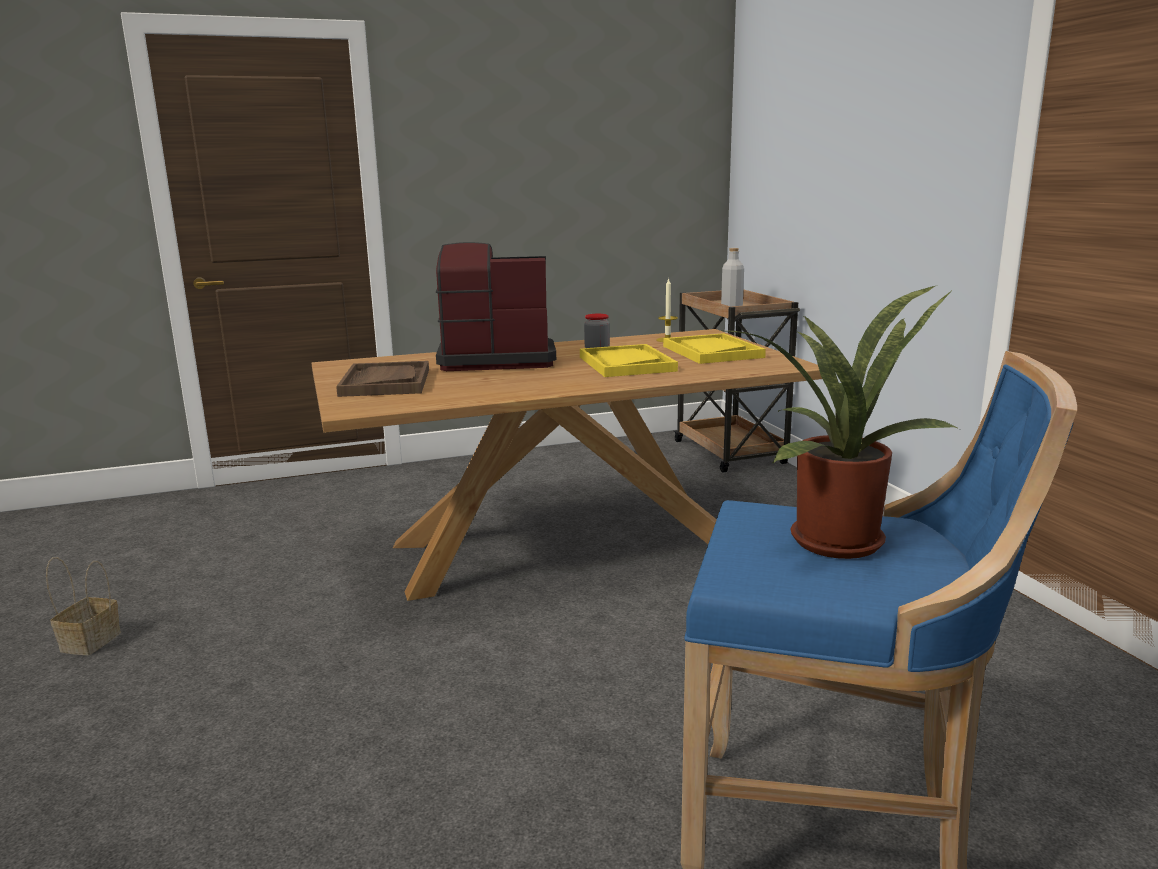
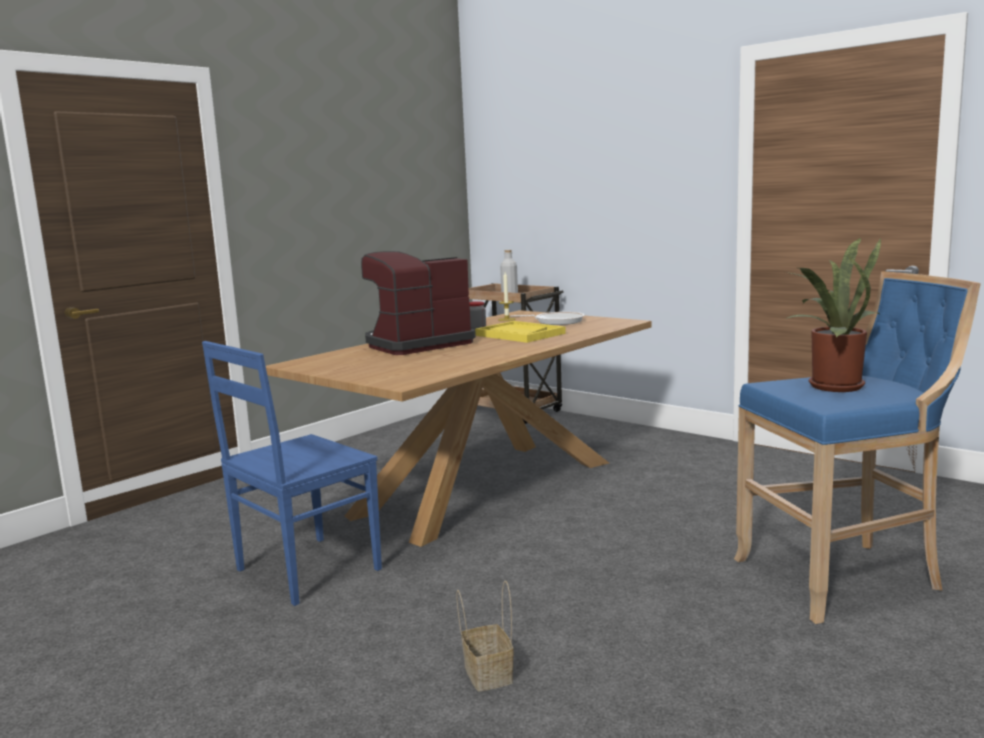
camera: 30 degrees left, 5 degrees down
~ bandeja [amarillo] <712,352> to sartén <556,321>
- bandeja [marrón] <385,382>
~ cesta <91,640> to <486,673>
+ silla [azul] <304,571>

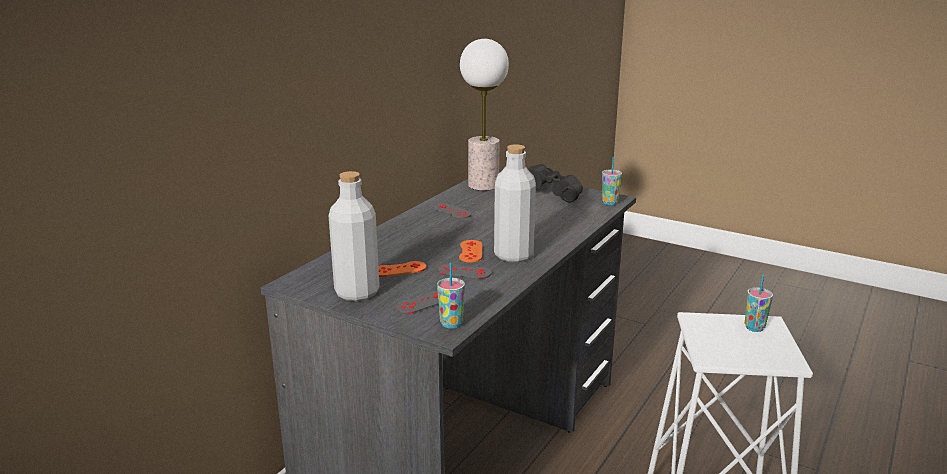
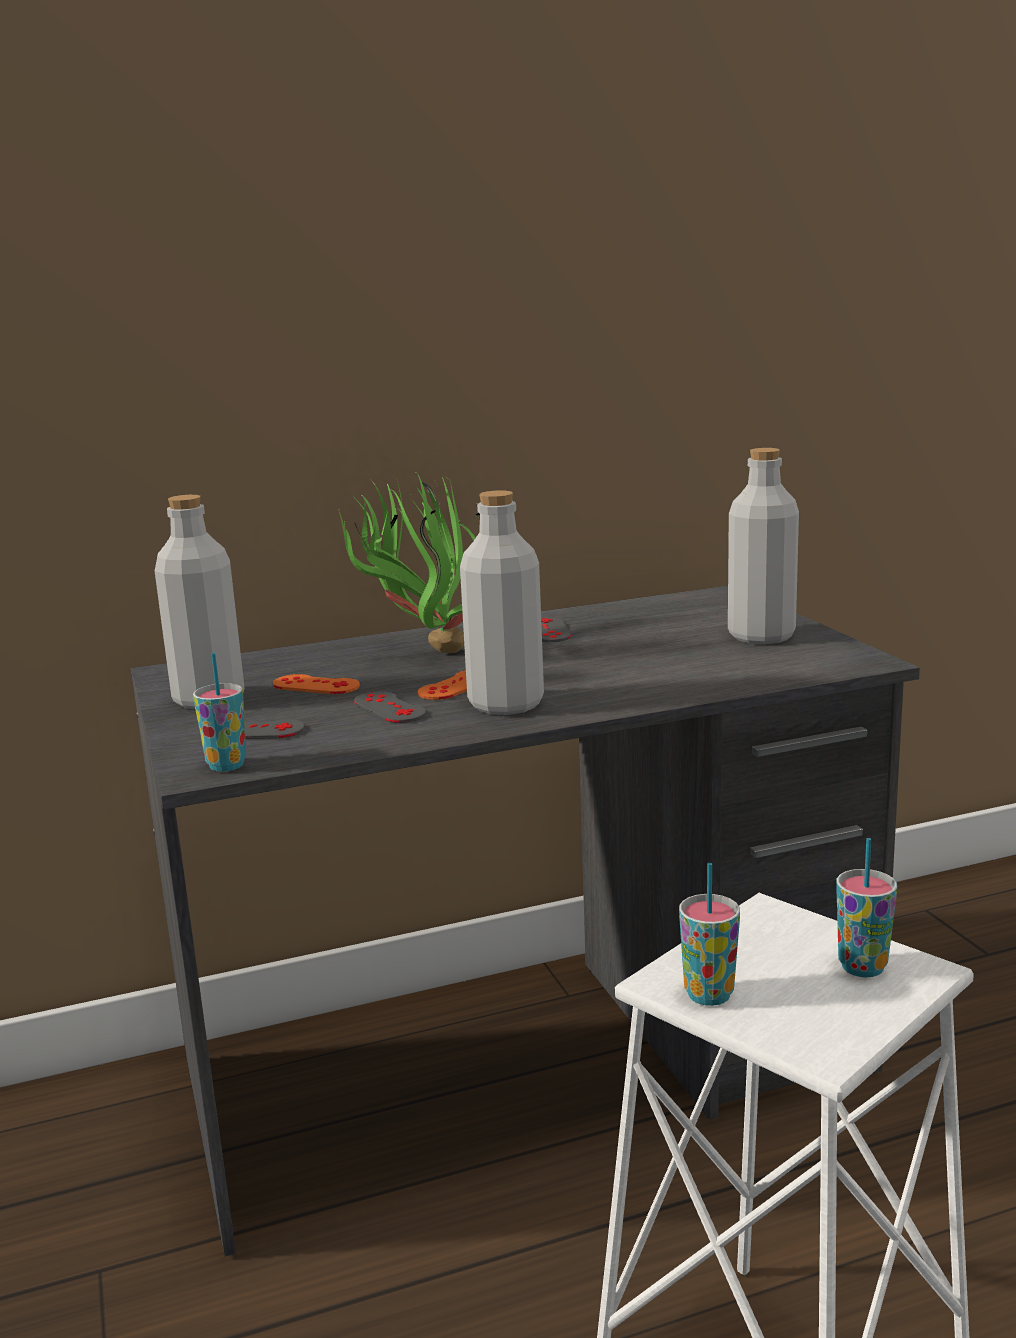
camera: 40 degrees right, 5 degrees down
- lámpara de mesa <484,185>
~ taza <609,203> to <709,995>
~ prismáticos [negro] <551,194> to botella [gris] <761,636>
+ planta en maceta <429,650>

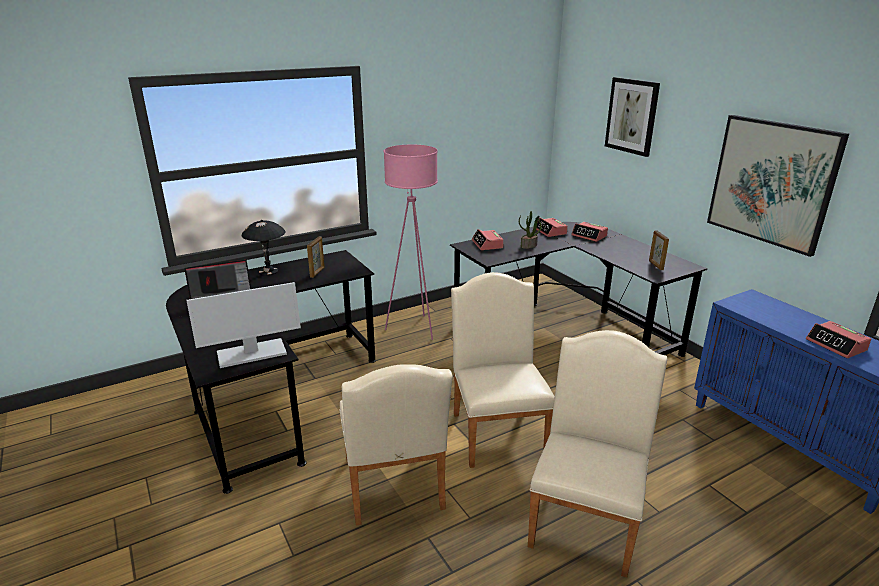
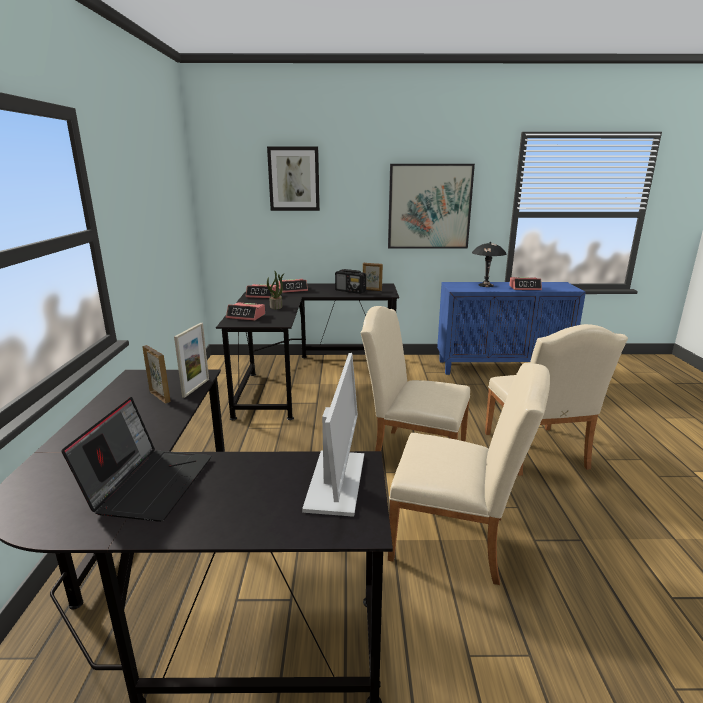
camera: 60 degrees left, 5 degrees down
- lámpara de pie [rosa] <414,328>
~ lámpara de mesa [negro] <268,271> to <486,285>
~ silla [beis] <586,516> = <537,454> 150 degrees counterclockwise
+ radio <350,291>
+ portarretratos <196,388>

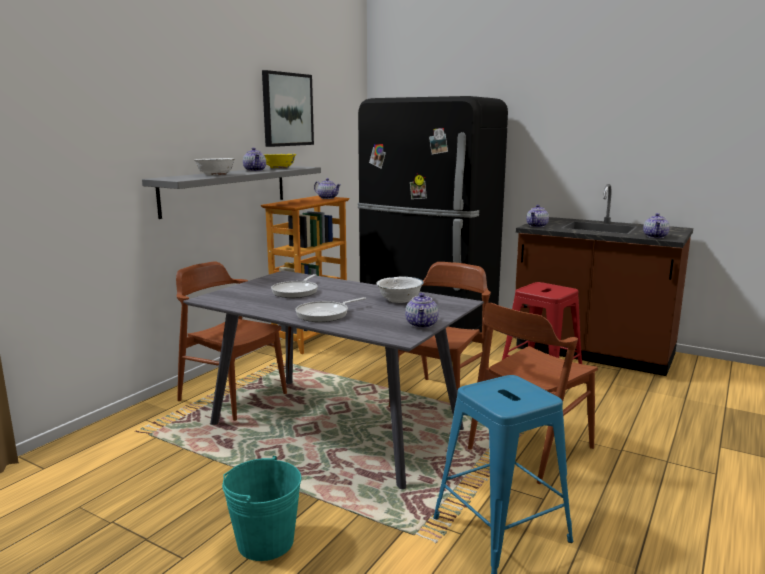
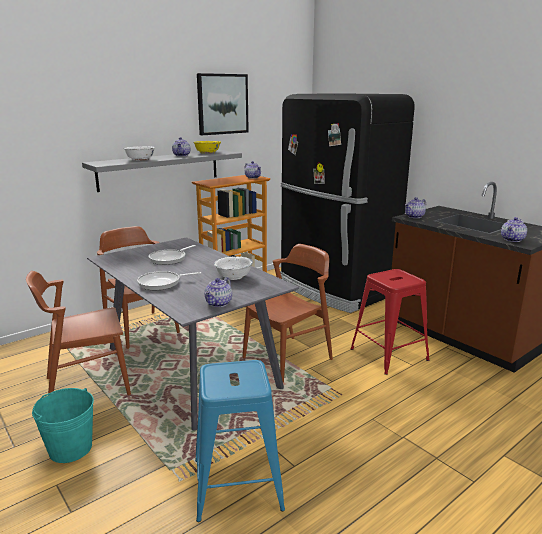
camera: 20 degrees right, 5 degrees up
~ silla [marrón] <530,448> to <87,386>

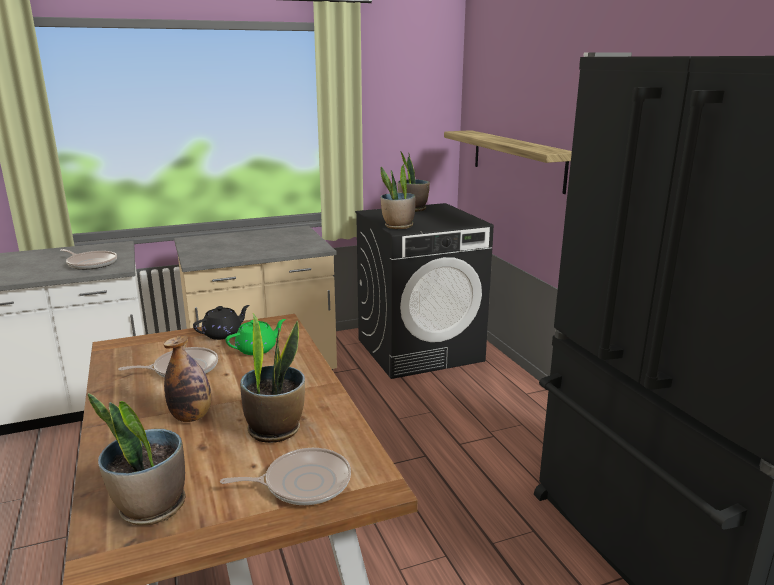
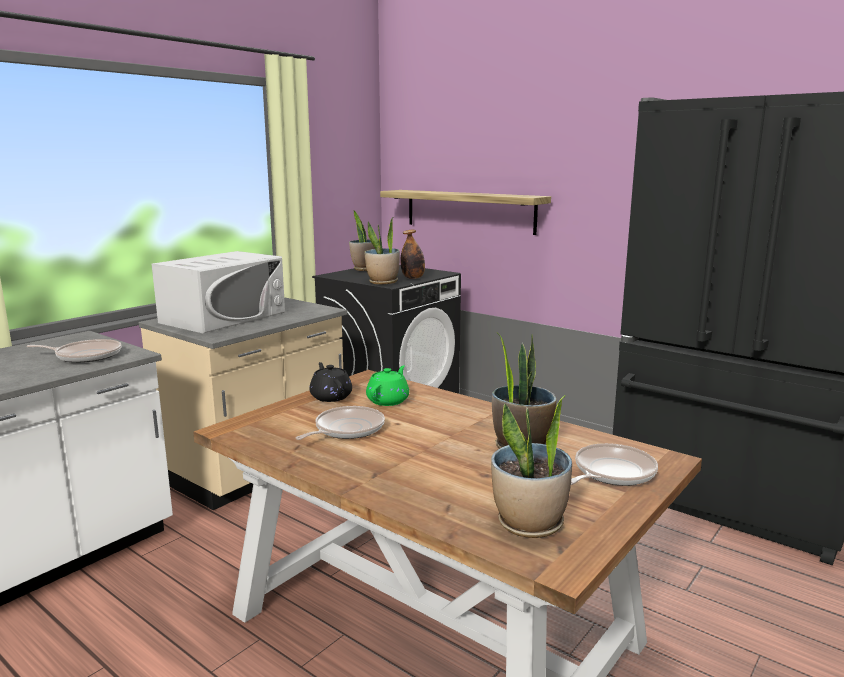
camera: 30 degrees left, 5 degrees down
~ tetera [negro] <223,334> = <330,396> 45 degrees counterclockwise
~ botella <191,417> to <413,278>
+ microondas [blanco] <224,317>

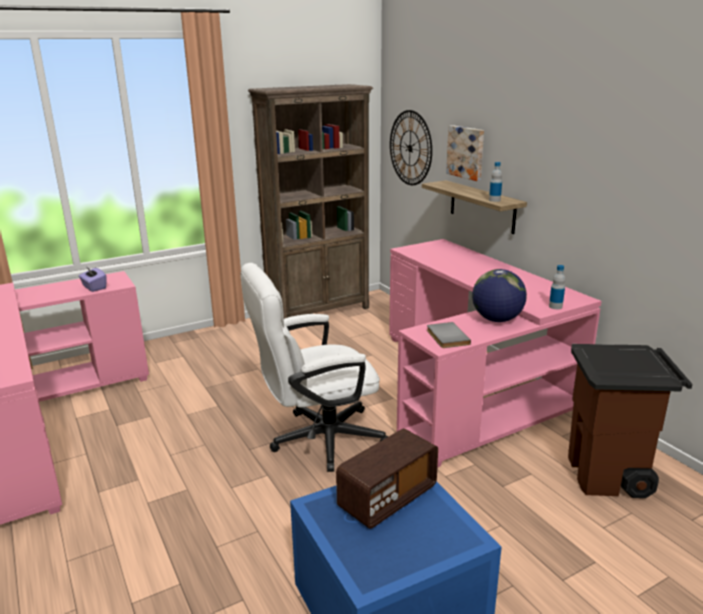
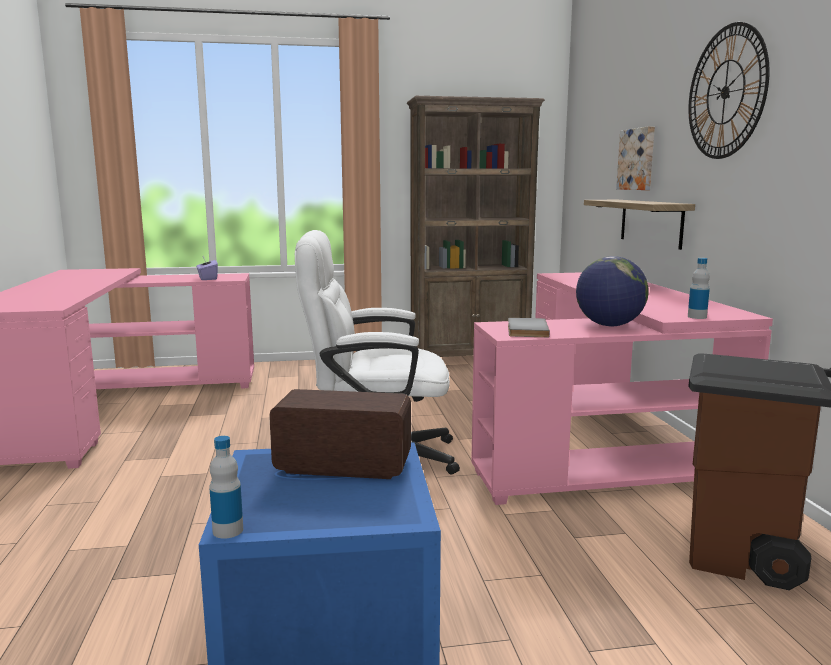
camera: 20 degrees right, 10 degrees down
~ reloj de pared <410,148> to <725,92>
~ botella <494,200> to <228,530>
~ radio <387,498> = <343,466> 150 degrees counterclockwise

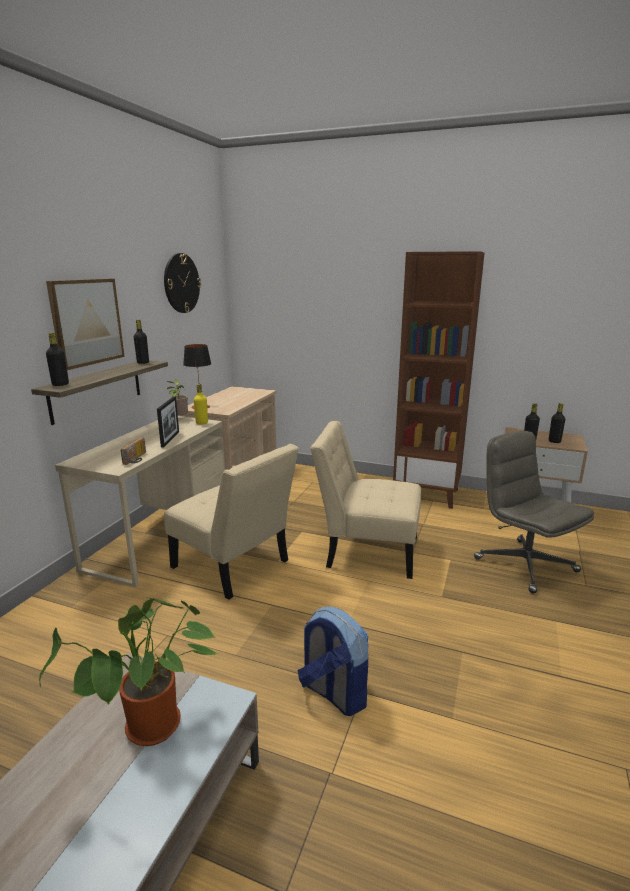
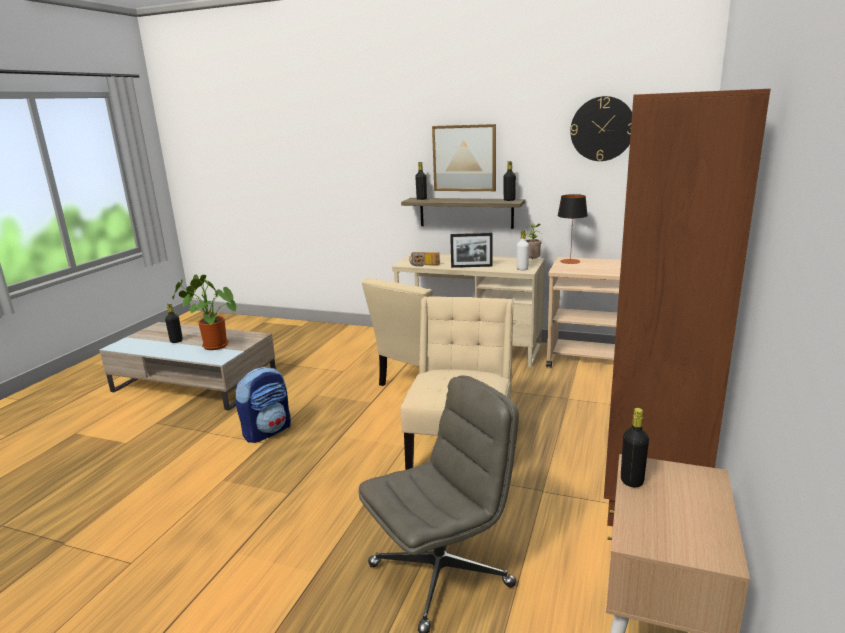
camera: 90 degrees right, 0 degrees up
~ botella [amarillo] <202,423> to botella [blanco] <522,269>
~ botella [negro] <554,441> to <176,341>

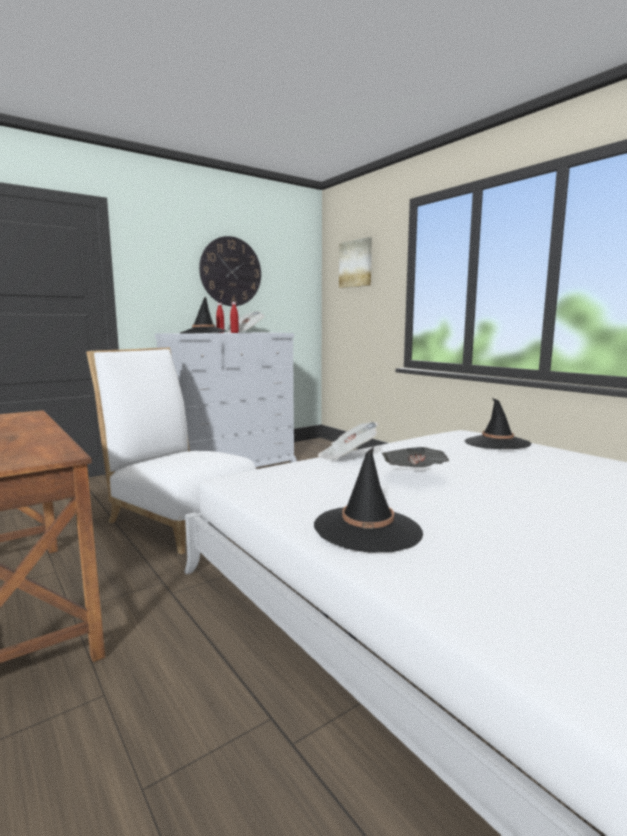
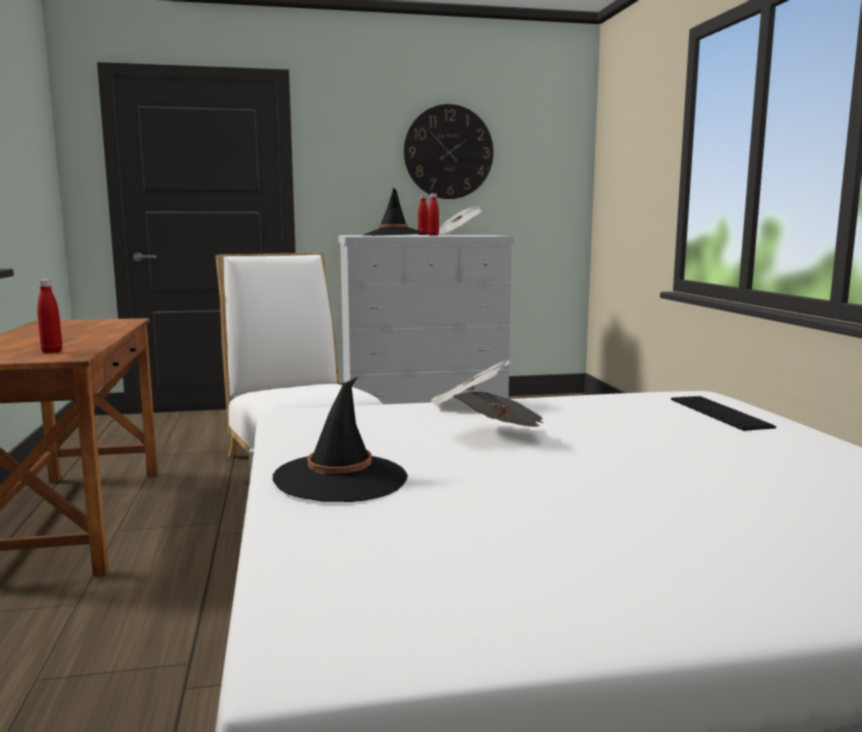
camera: 25 degrees right, 0 degrees up
- cuadro <356,264>
~ sombrero [negro] <496,443> to teclado <719,413>
+ botella [rojo] <52,351>

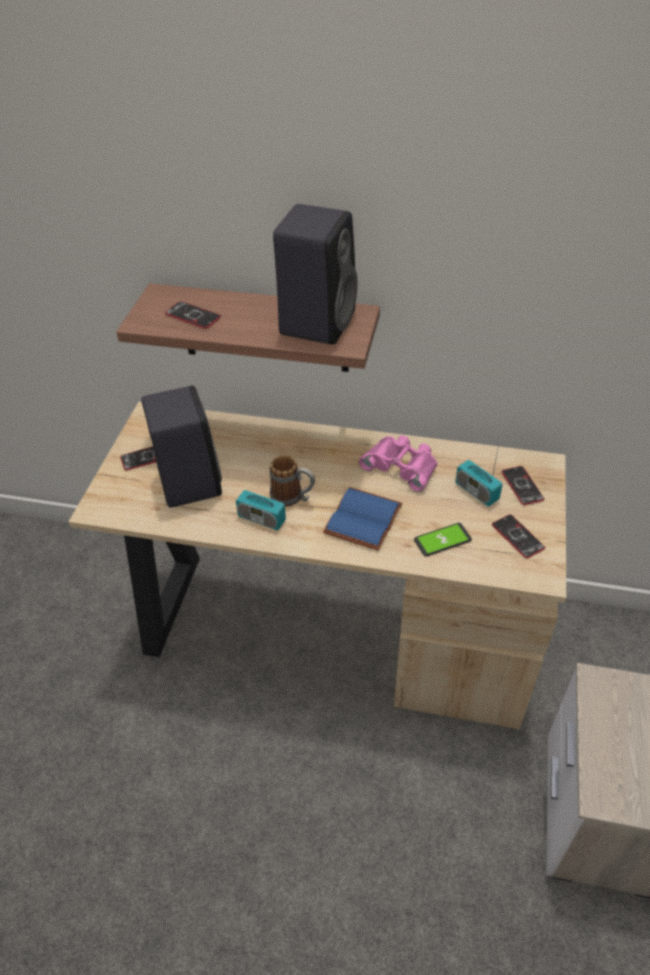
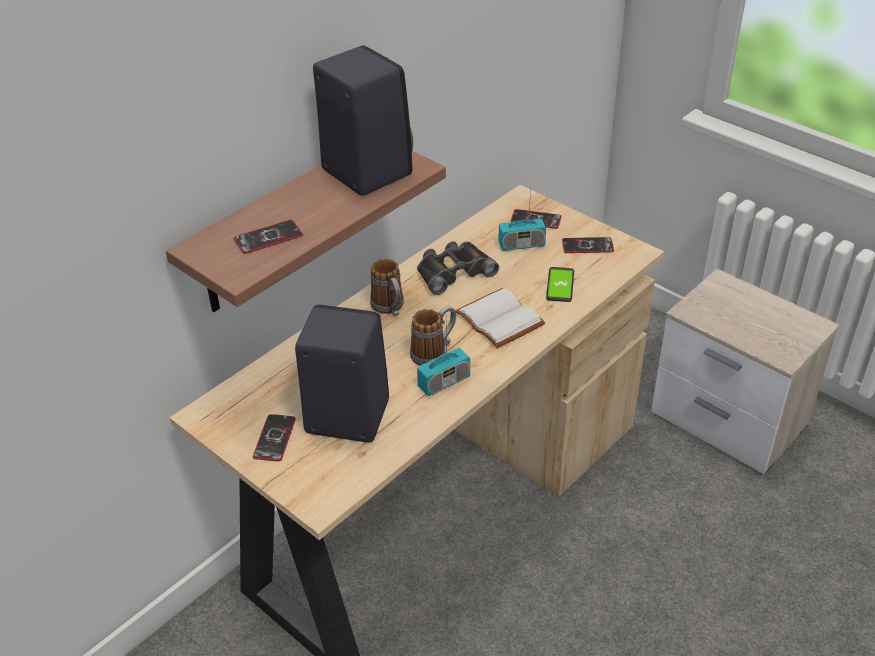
camera: 60 degrees left, 5 degrees down
~ prismáticos [rosa] <401,465> to prismáticos [negro] <453,271>
~ libro [azul] <364,521> to libro [blanco] <502,319>
+ taza grande <390,308>

